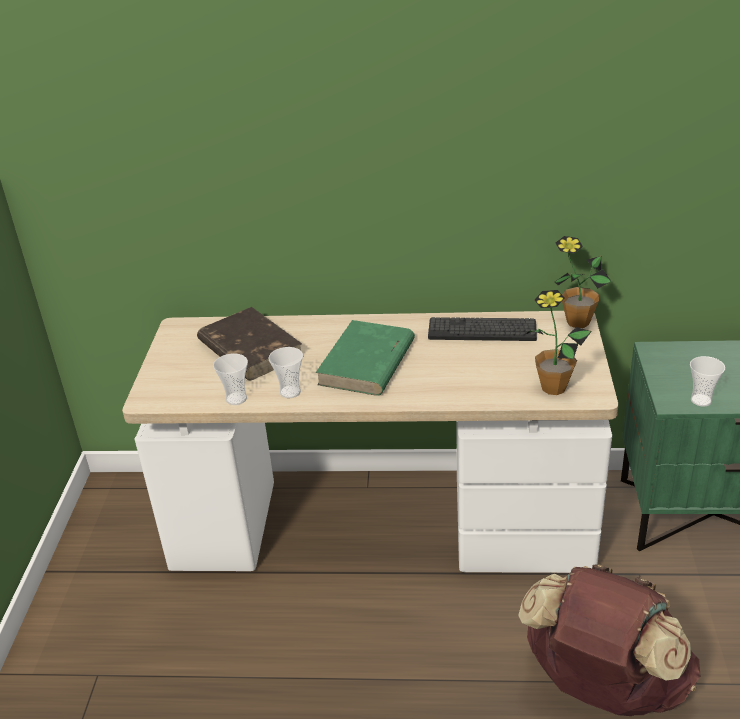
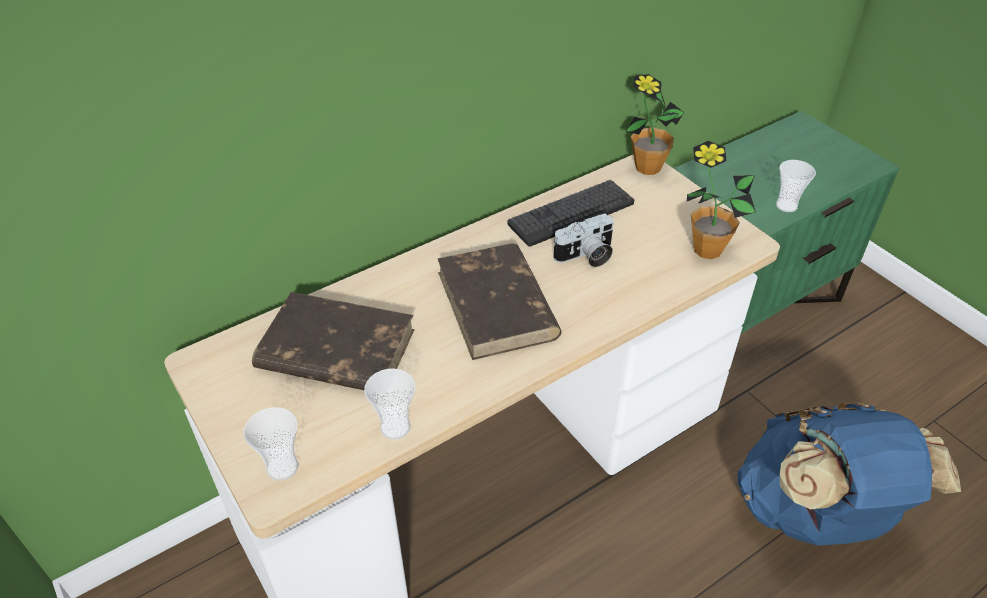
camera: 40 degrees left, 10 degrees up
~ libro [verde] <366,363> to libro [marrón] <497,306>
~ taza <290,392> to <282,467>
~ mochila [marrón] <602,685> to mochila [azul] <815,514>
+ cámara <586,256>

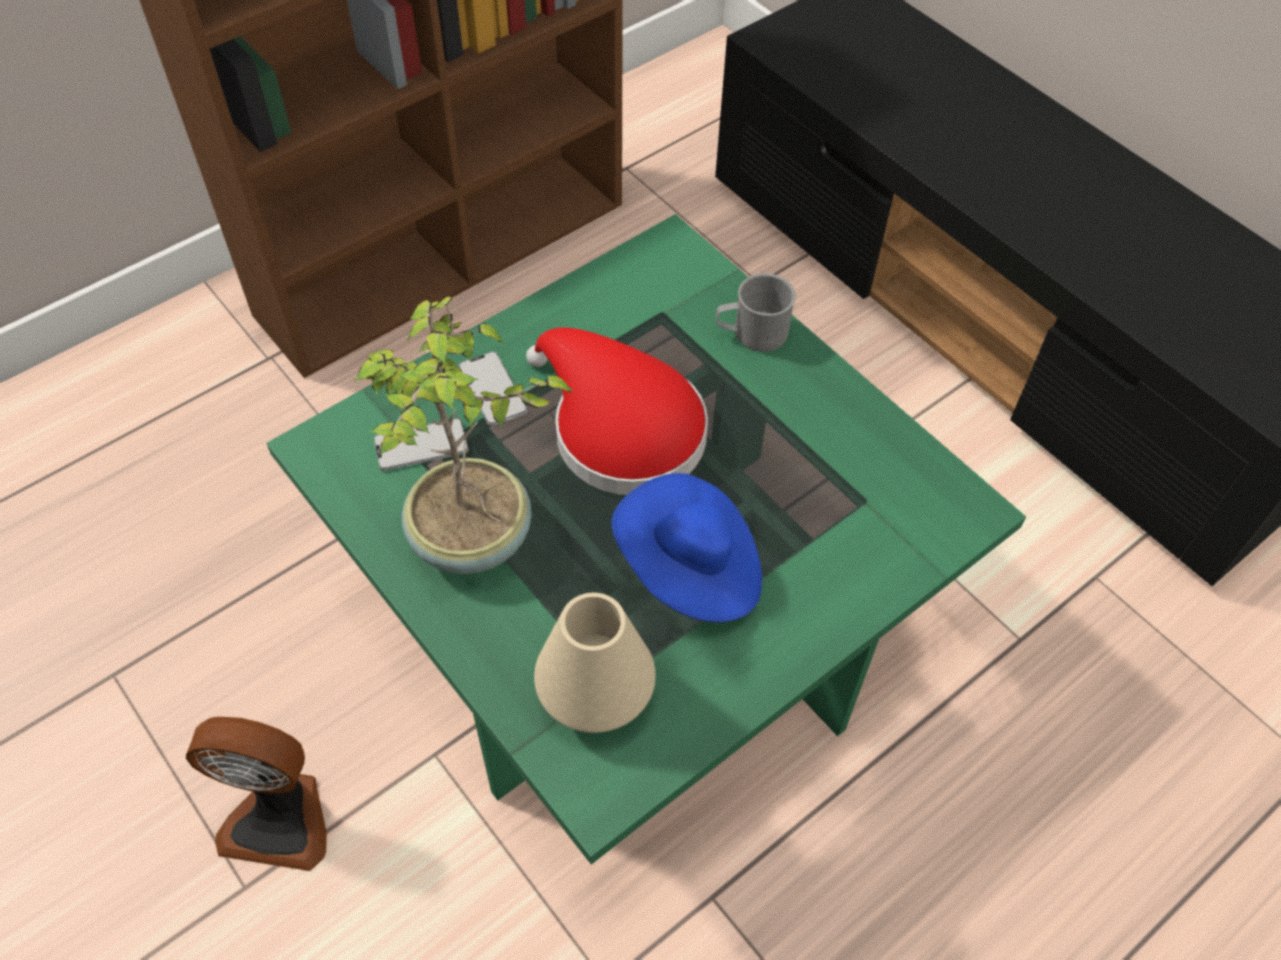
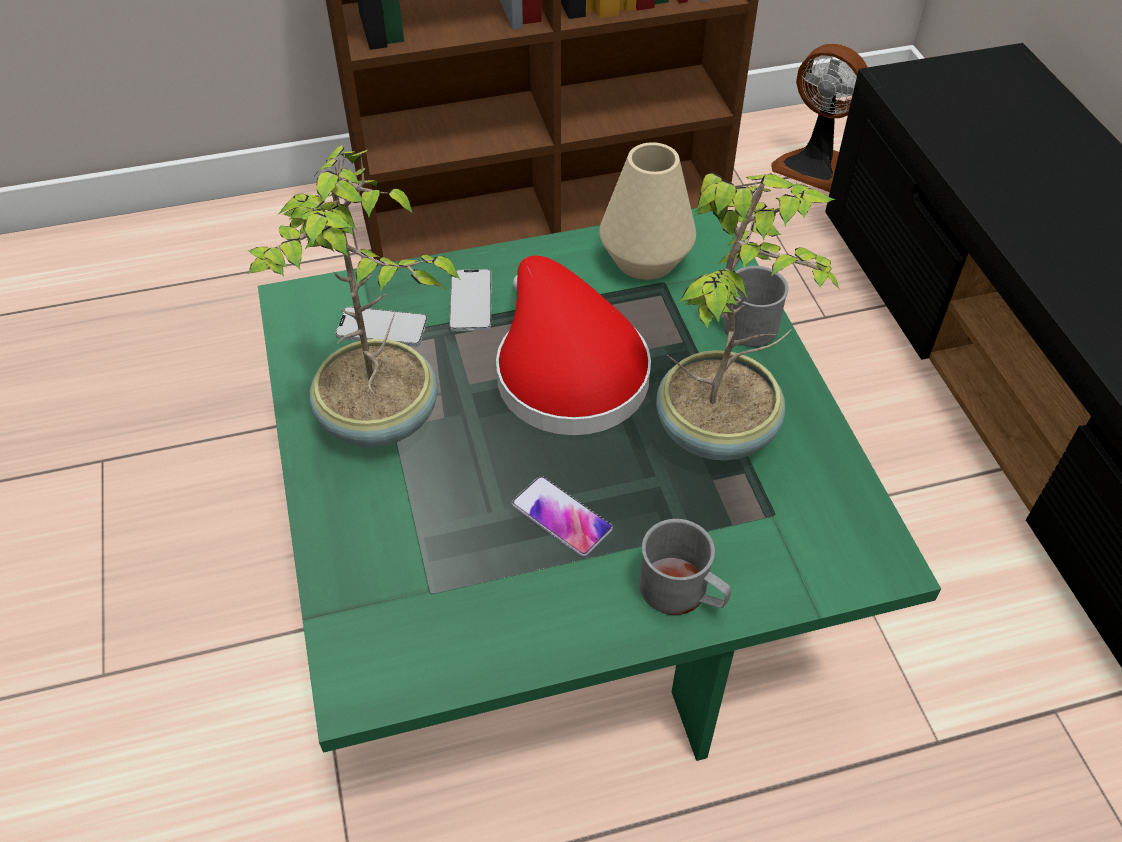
camera: 25 degrees right, 5 degrees down
~ sombrero [azul] <690,570> to móvil <561,517>
~ florero [beis] <595,694> to <645,259>
~ ventilador <280,817> to <813,166>
+ planta en maceta <719,430>
+ taza grande [gris] <683,592>

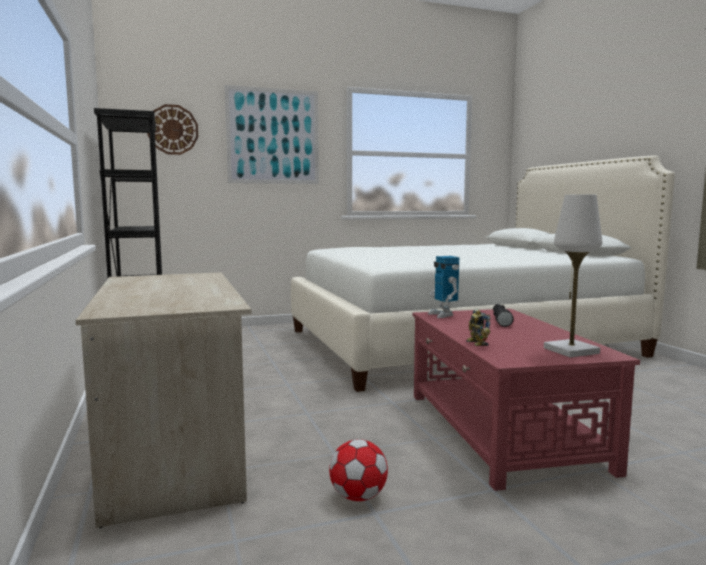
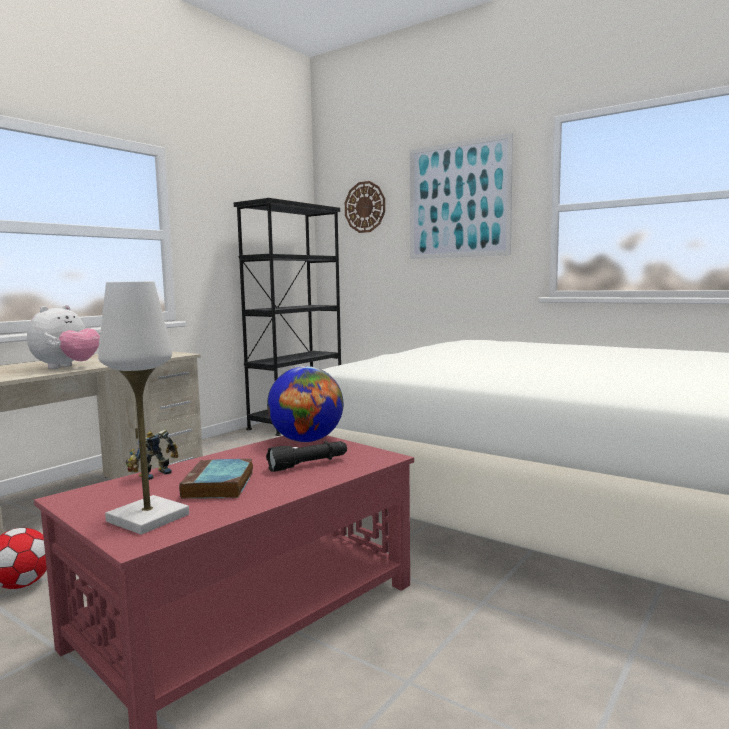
camera: 55 degrees right, 0 degrees up
~ robot de juguete <443,315> to globo terráqueo <306,440>
+ peluche <66,367>
+ libro <219,485>

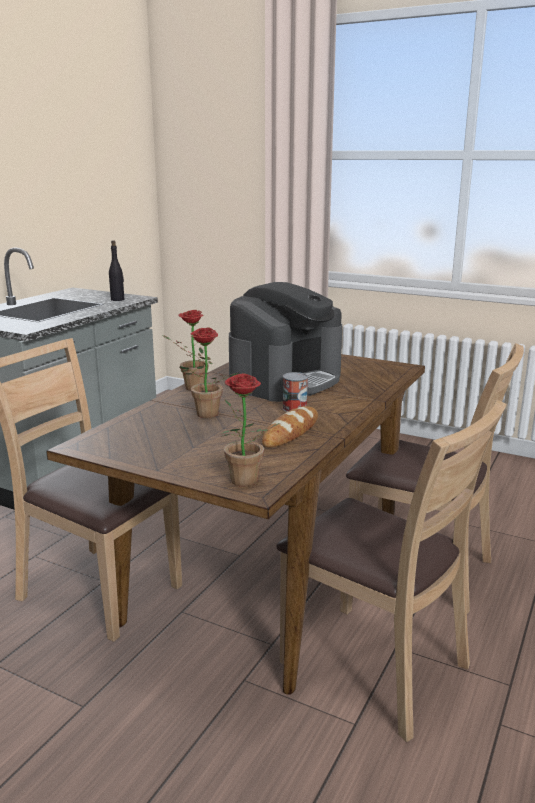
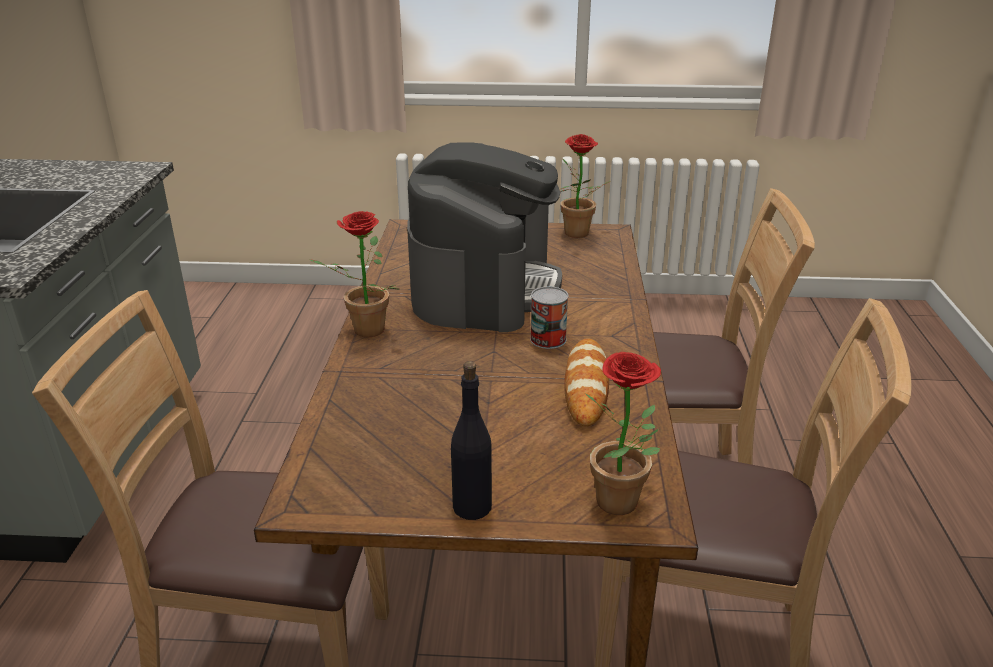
camera: 25 degrees left, 10 degrees up
~ botella [negro] <118,299> to <472,506>
~ planta en maceta <205,416> to <578,235>

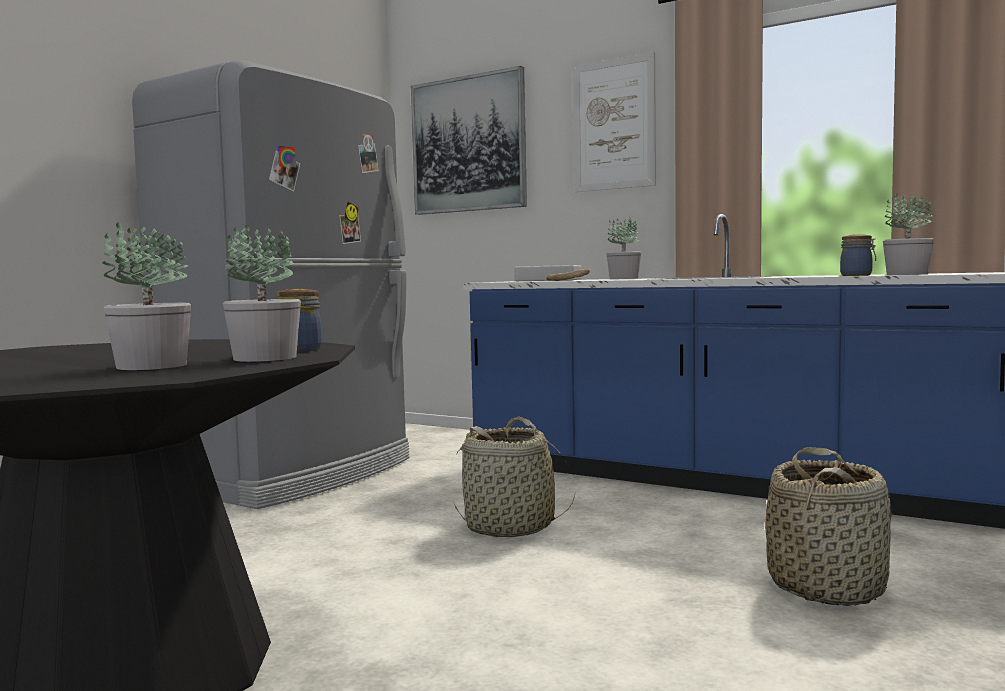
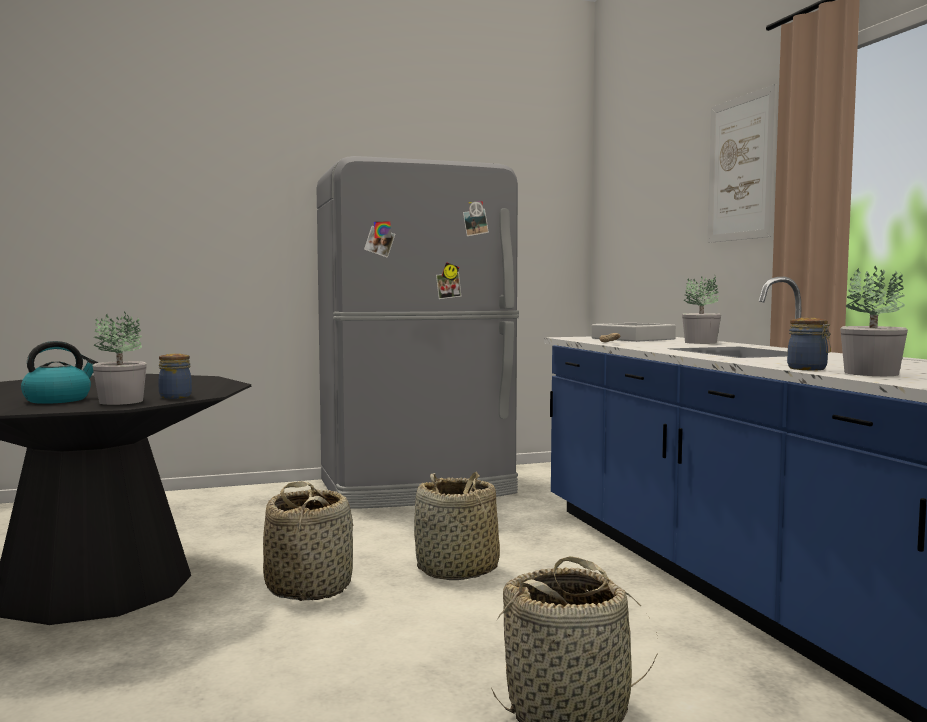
camera: 40 degrees right, 0 degrees up
- cuadro <468,144>
~ planta en maceta <150,366> to hervidor <58,400>
+ cesta <309,587>

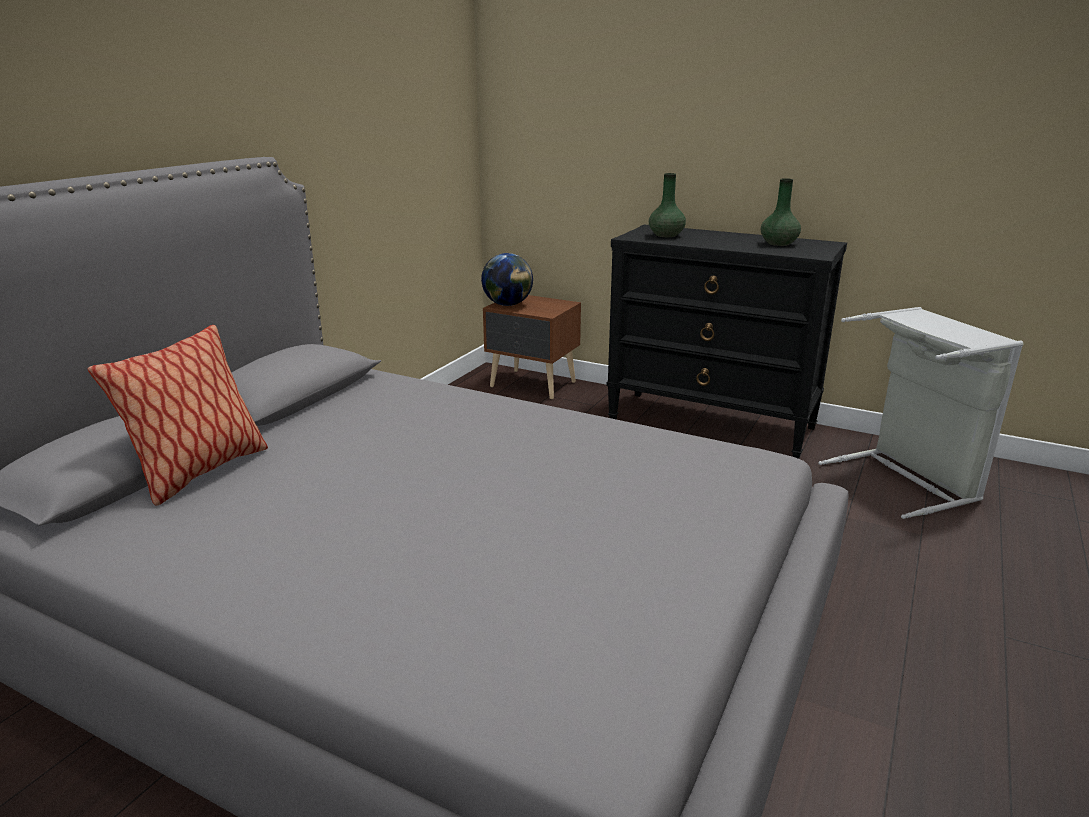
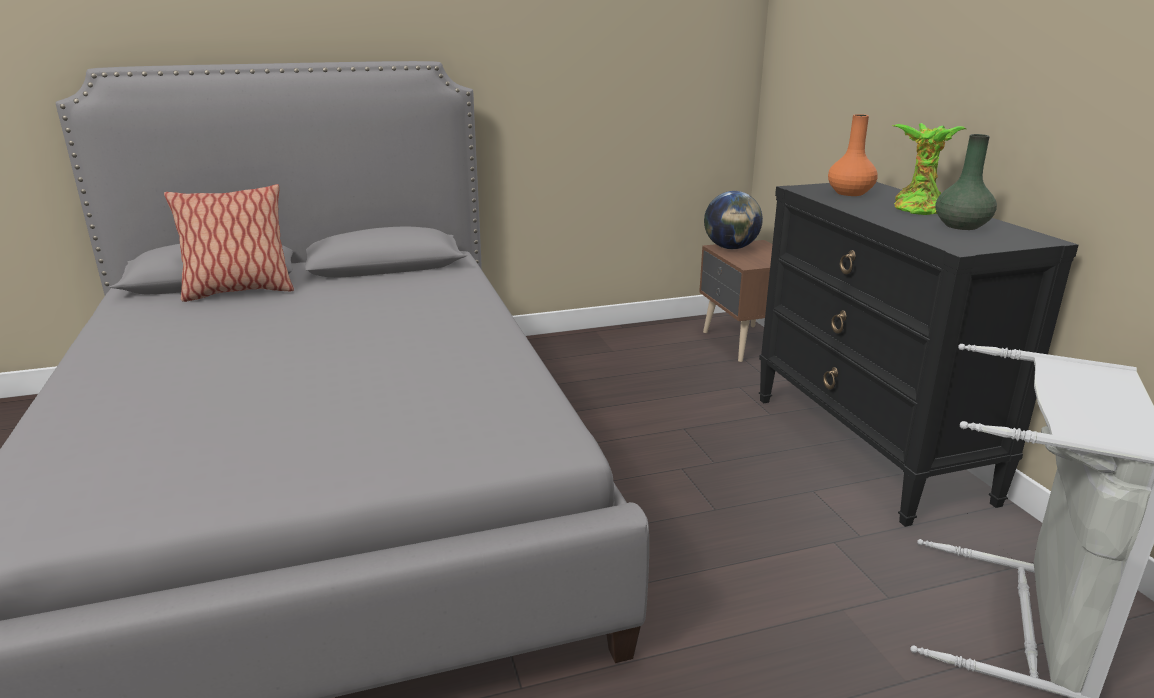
camera: 45 degrees right, 0 degrees up
~ florero [verde] <666,235> to florero [naranja] <849,193>
+ planta en maceta <917,208>

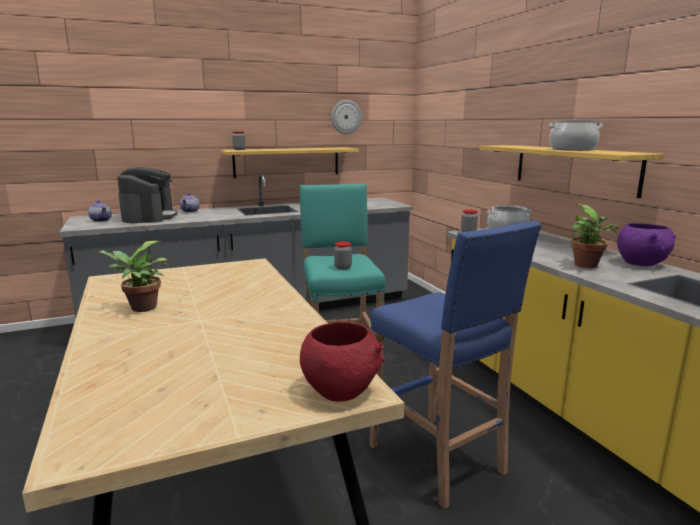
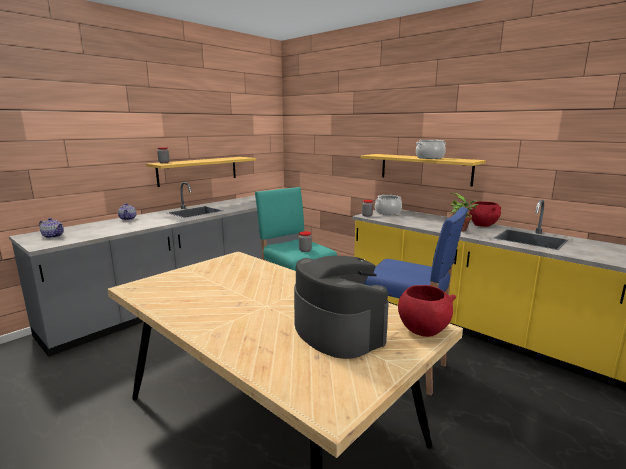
camera: 25 degrees left, 0 degrees up
- reloj de pared <346,117>
~ cafetera <149,217> to <337,330>
~ cuenco [morado] <641,264> to cuenco [rojo] <483,225>
- planta en maceta <140,308>

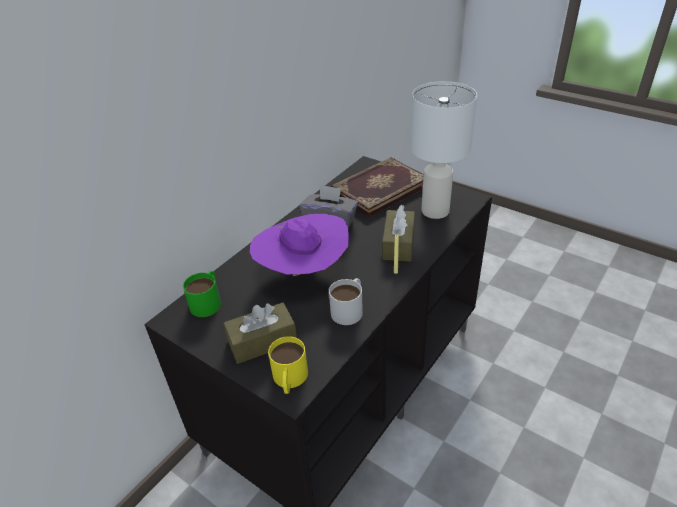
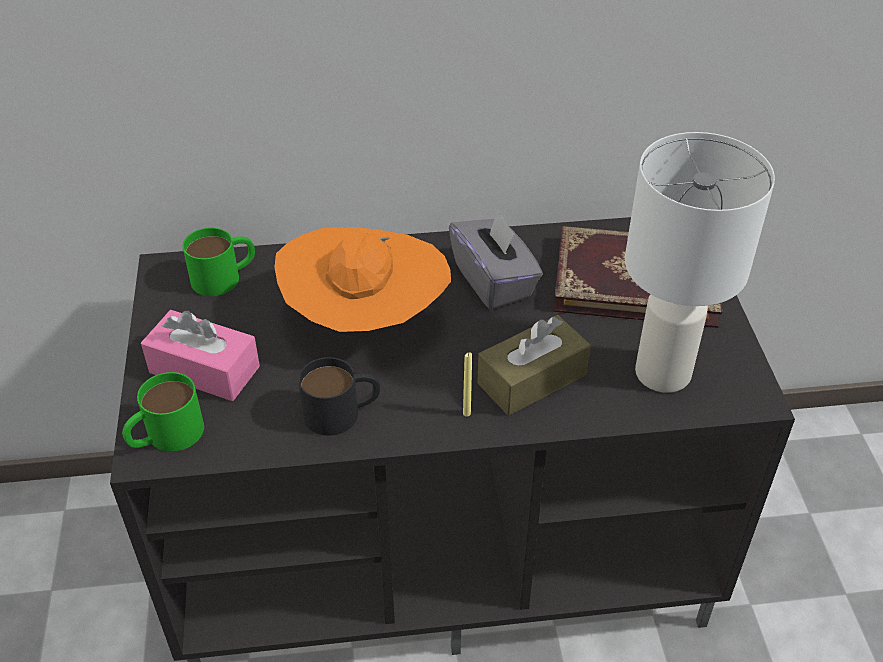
camera: 45 degrees right, 5 degrees up
~ sombrero [morado] <303,272> to sombrero [naranja] <365,322>
~ taza grande [blanco] <349,308> to taza grande [negro] <342,412>
~ caja de pañuelos [marrón] <262,341> to caja de pañuelos [rosa] <204,369>
~ taza grande [amarillo] <289,379> to taza grande [verde] <165,436>

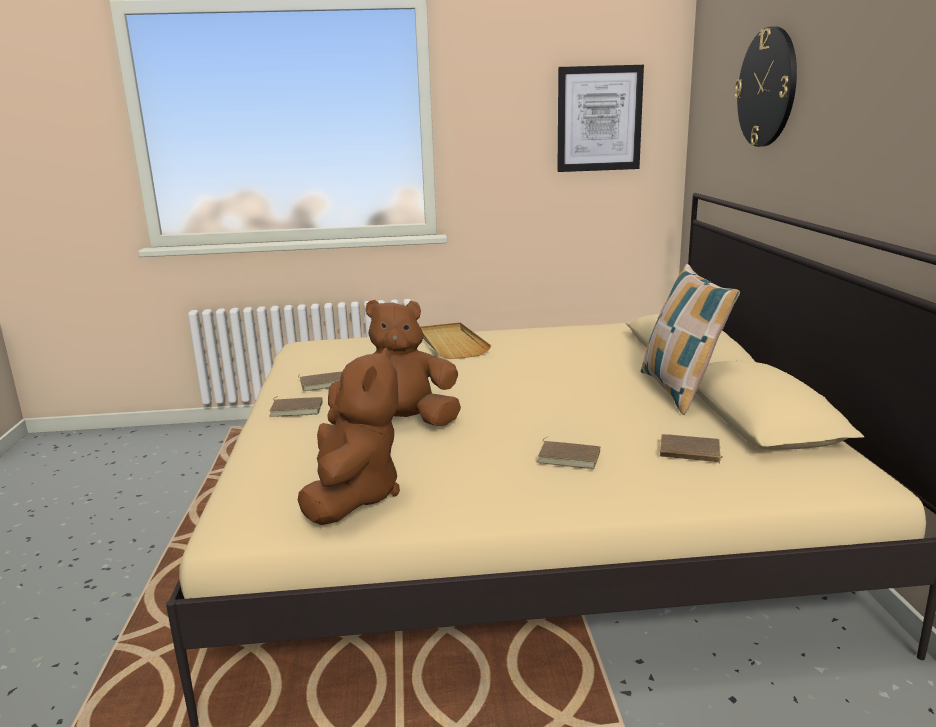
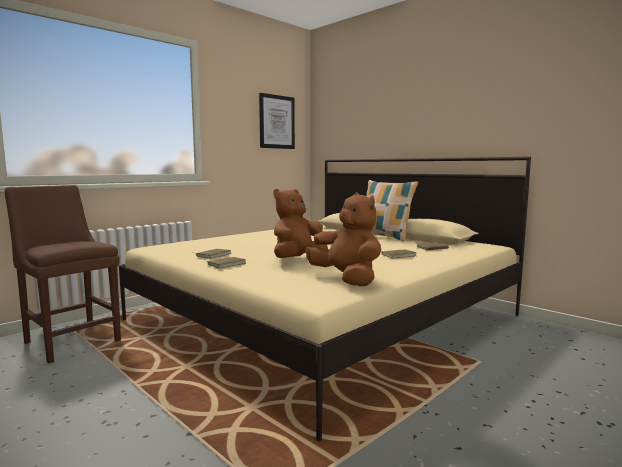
camera: 40 degrees left, 10 degrees down
- reloj de pared <767,88>
- bandeja [beis] <451,344>
+ silla [marrón] <71,340>

